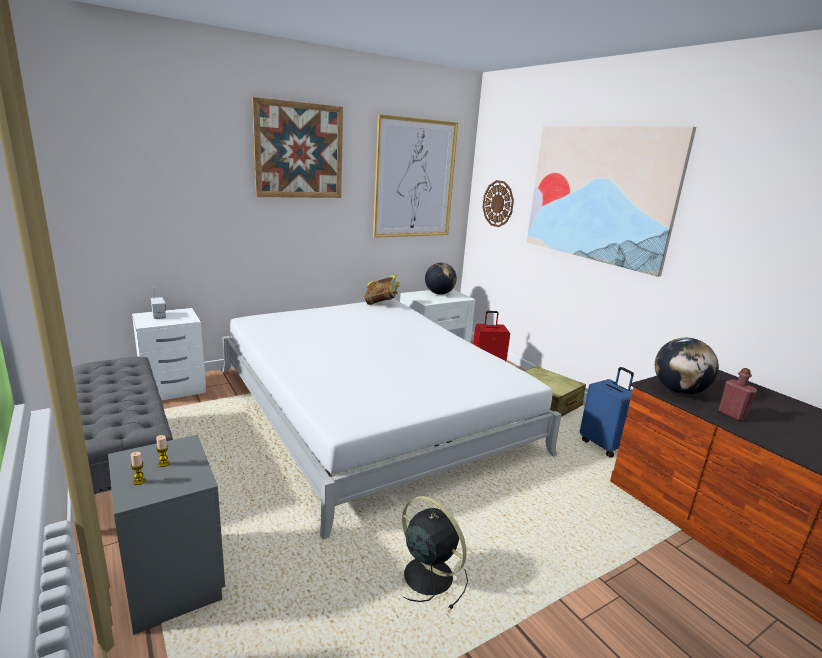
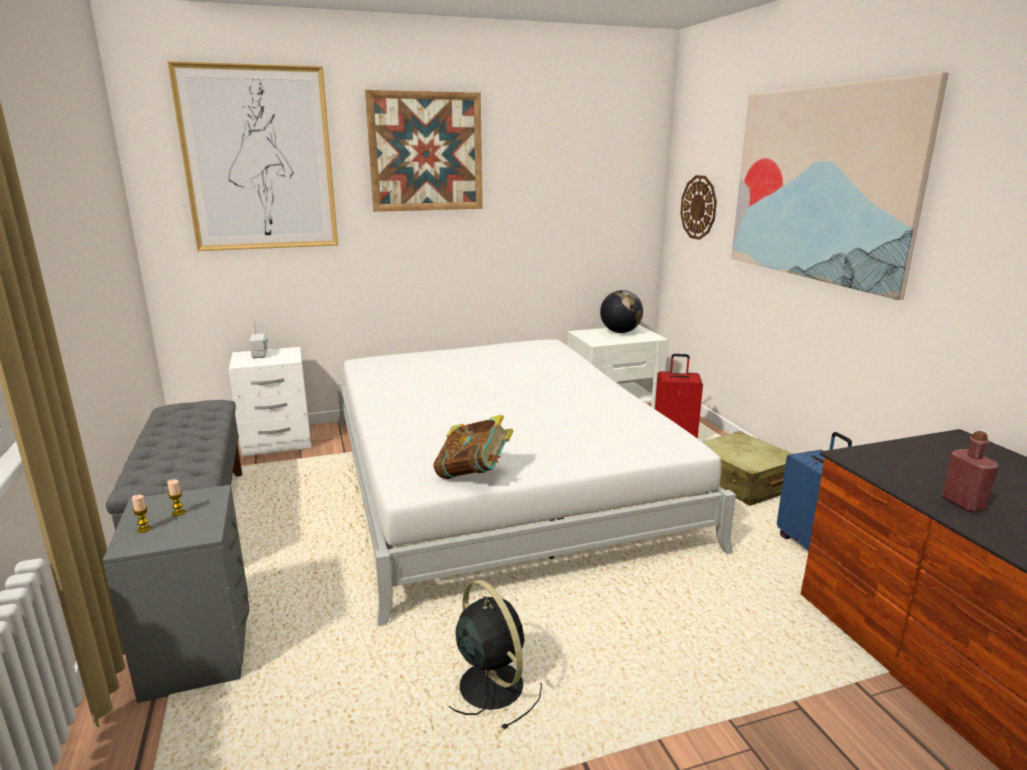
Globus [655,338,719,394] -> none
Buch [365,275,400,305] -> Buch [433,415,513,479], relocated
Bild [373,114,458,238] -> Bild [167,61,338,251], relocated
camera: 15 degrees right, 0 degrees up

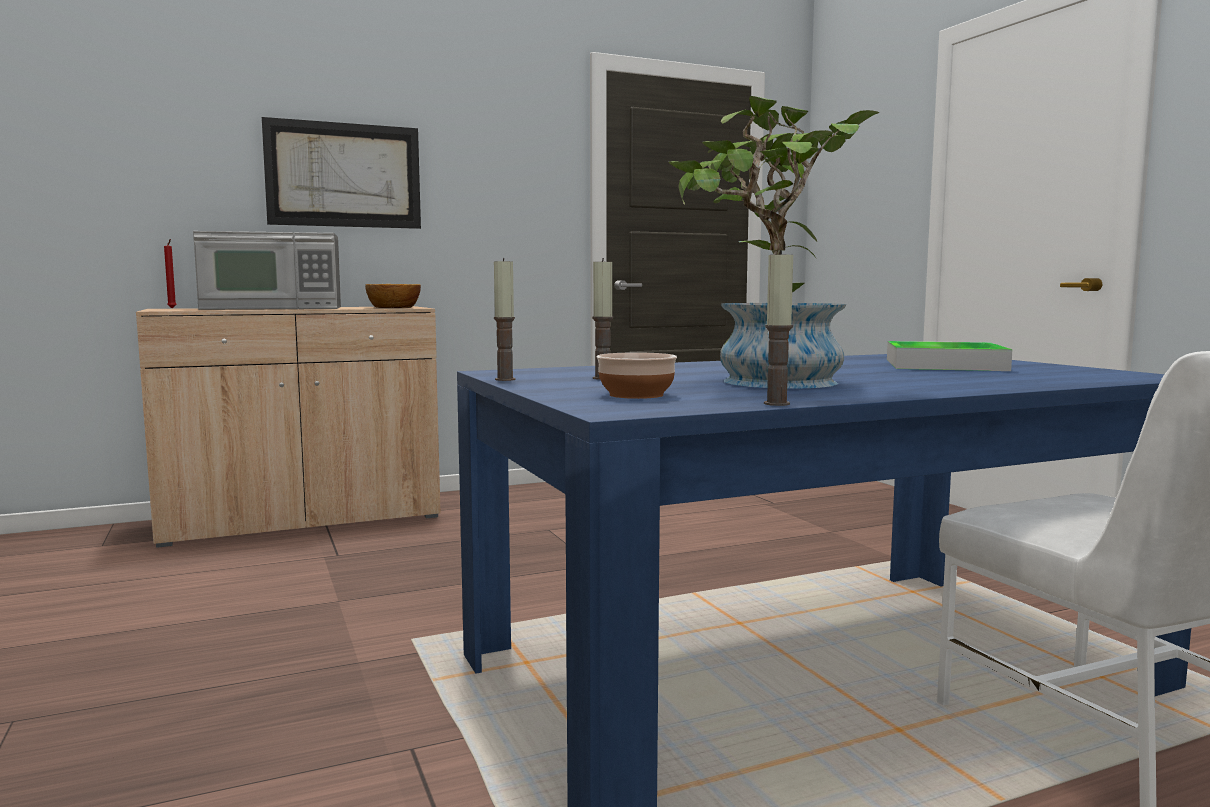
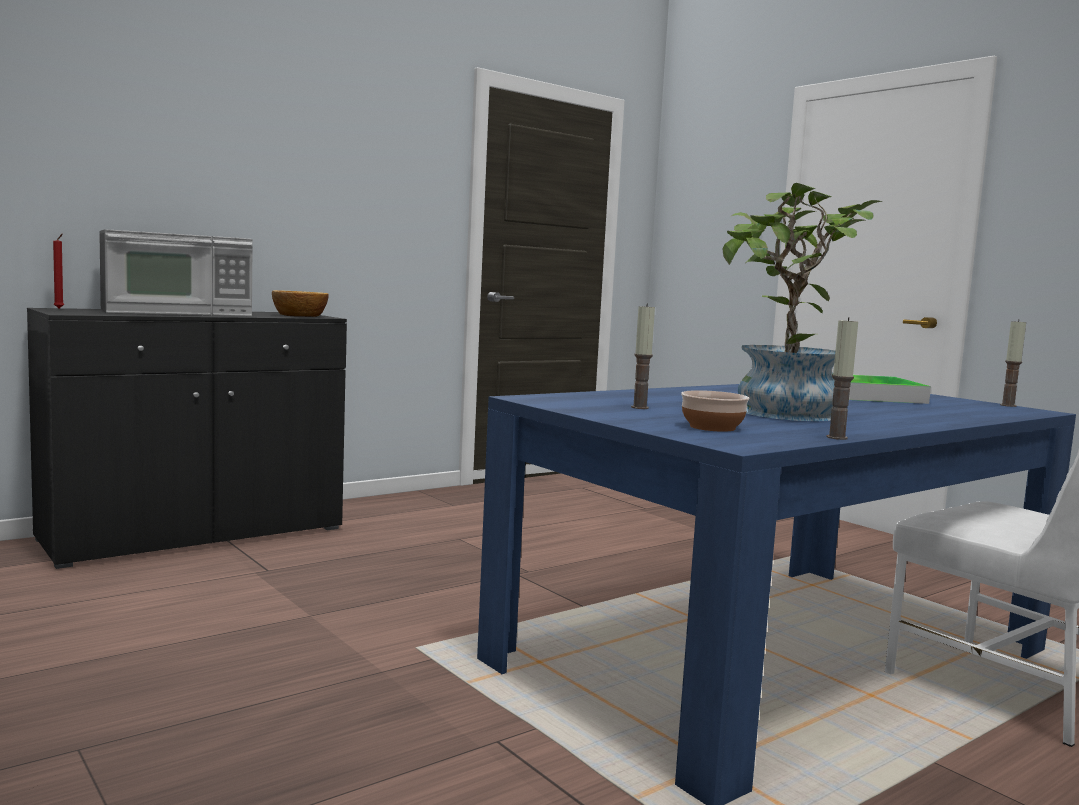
Bild [262,117,421,229] -> none
Kerze [494,258,515,381] -> Kerze [1000,319,1026,407], relocated
Schrank (beige) [136,306,441,548] -> Schrank (schwarz) [27,308,347,569]
camera: 15 degrees left, 0 degrees up

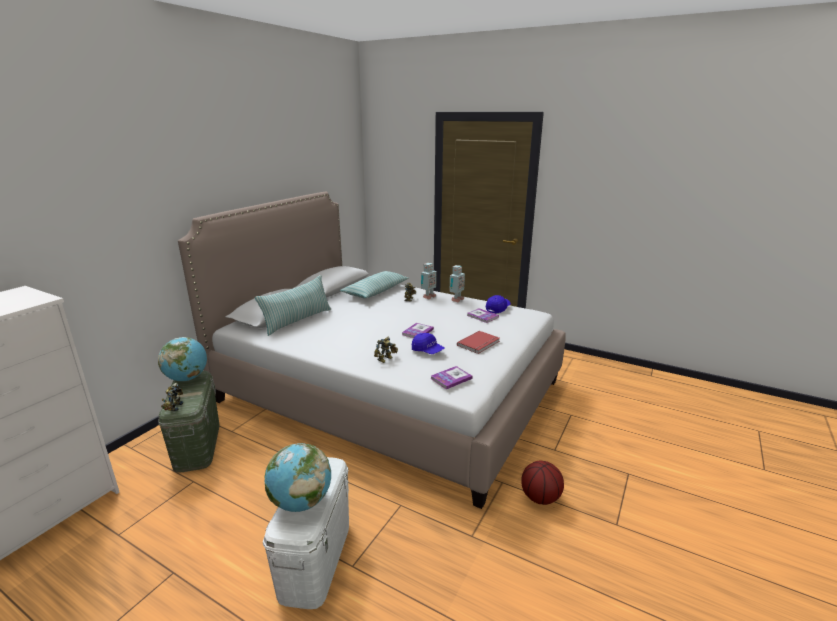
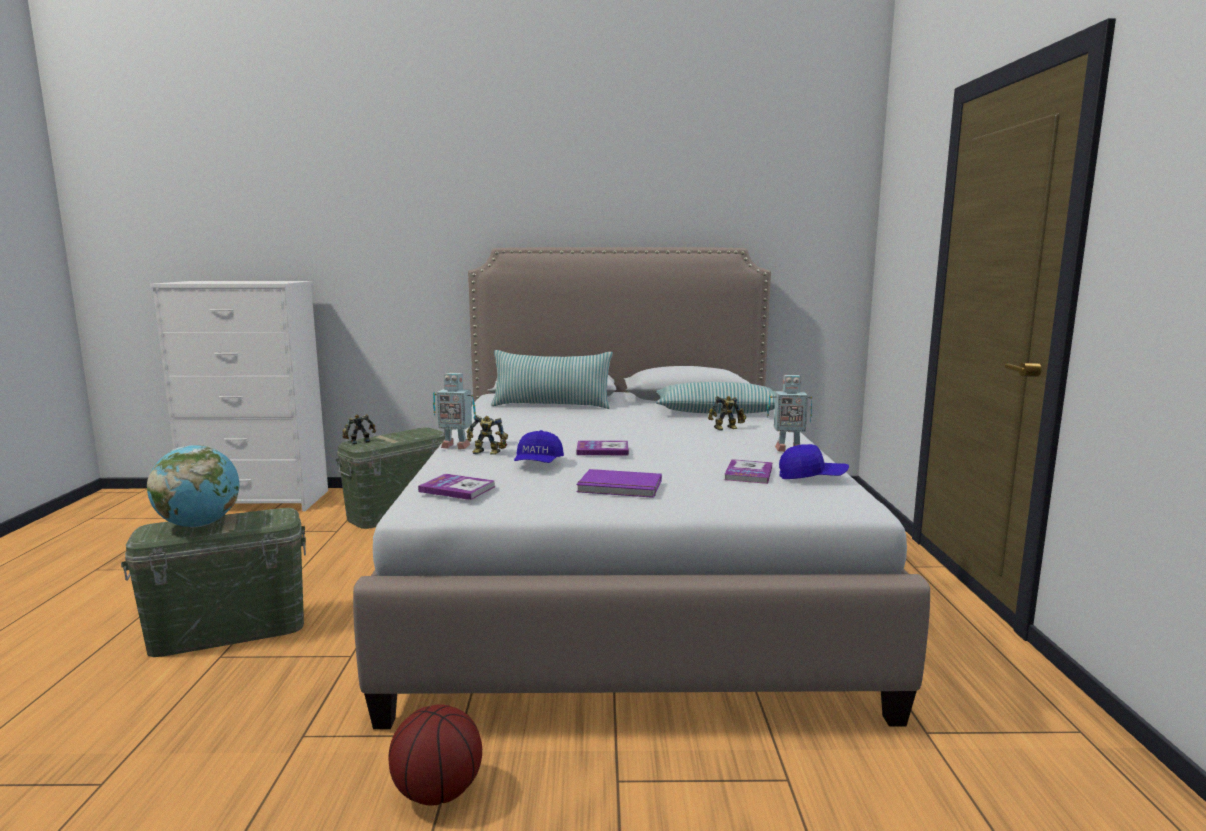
Globus [158,337,207,381] -> none
Spielzeugroboter [421,263,437,299] -> Spielzeugroboter [433,373,476,450], relocated
Aufbewahrungsbox (weiß) [263,457,349,609] -> Aufbewahrungsbox (grün) [121,508,306,657]
Buch (rot) [457,331,500,354] -> Buch (lila) [577,469,662,498]
camera: 60 degrees right, 10 degrees down

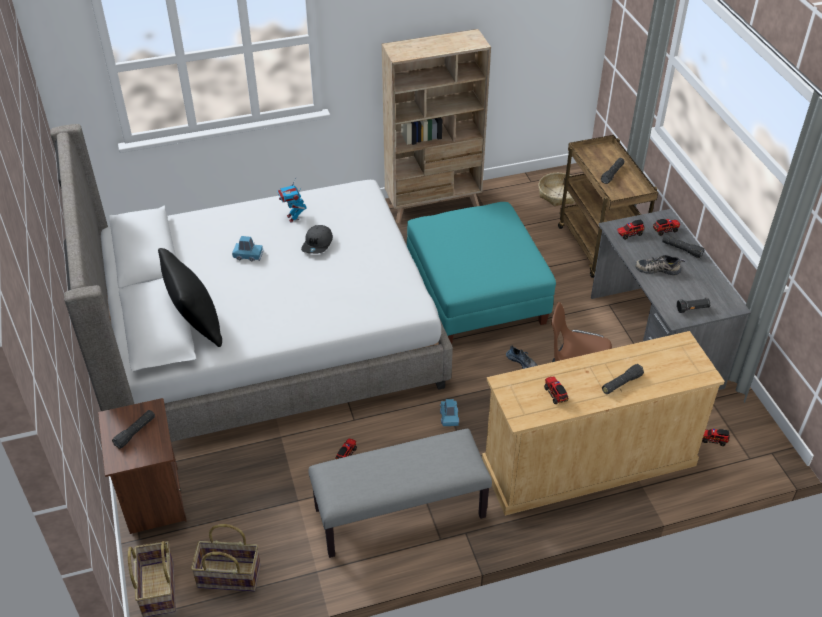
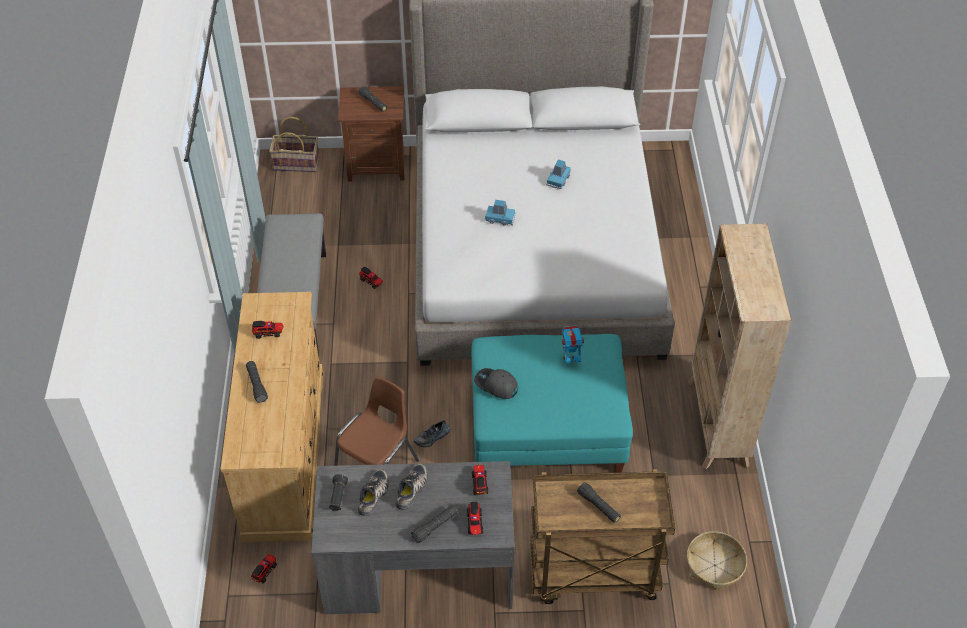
Kissen (schwarz) [158,248,222,347] -> none
Korb [191,524,261,592] -> none
none -> Schuh [358,469,389,516]
Spielzeugroboter [277,182,307,223] -> Spielzeugroboter [562,325,585,366], relocated
Kappe (grau) [301,225,333,254] -> Kappe (grau) [474,368,518,399], relocated
Spielzeugauto (blau) [440,399,459,426] -> Spielzeugauto (blau) [485,200,516,226], relocated
camera: 105 degrees right, 5 degrees up

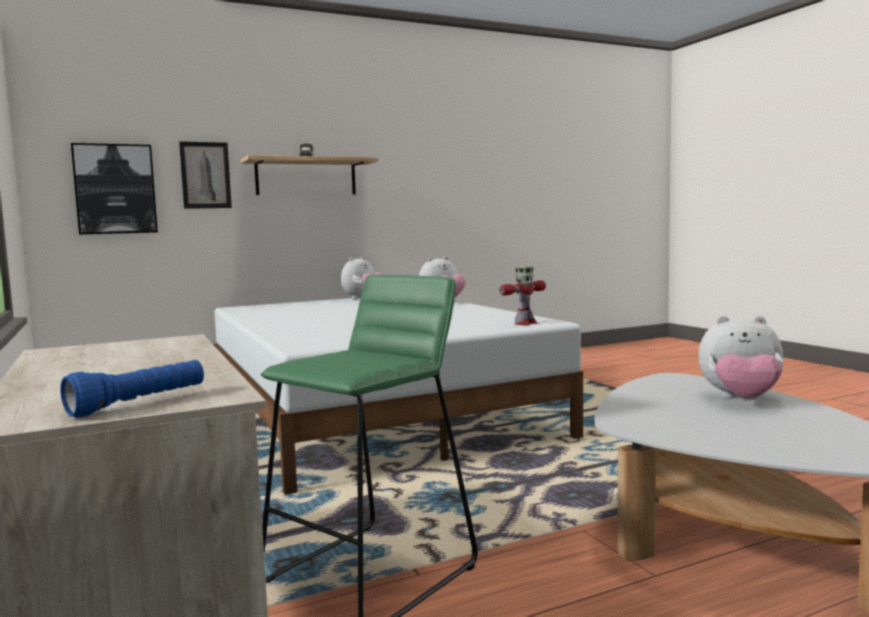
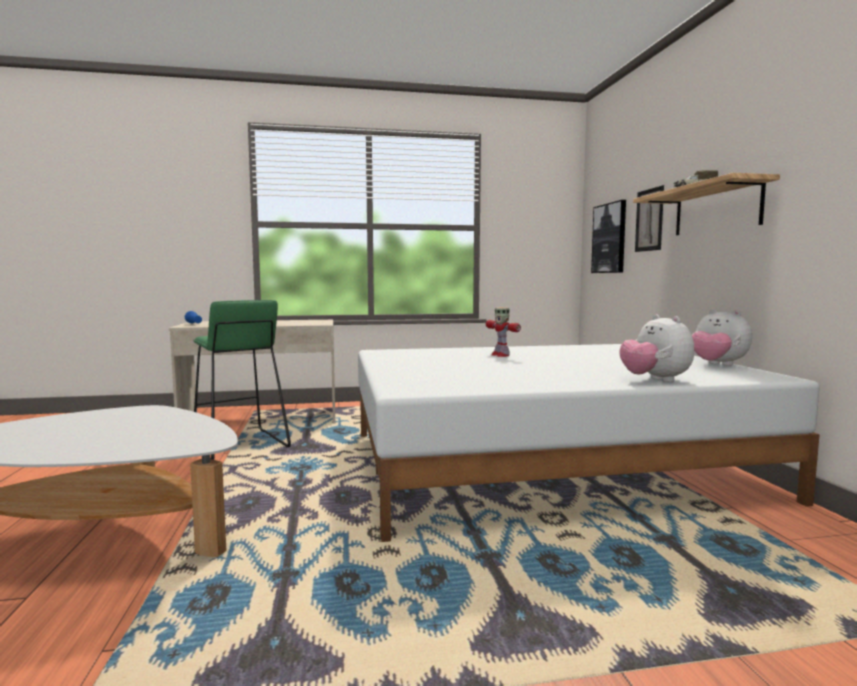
Plüschtier [698,316,784,399] -> none
Spielzeugroboter [499,265,546,325] -> Spielzeugroboter [486,307,521,357], relocated
camera: 105 degrees right, 0 degrees up

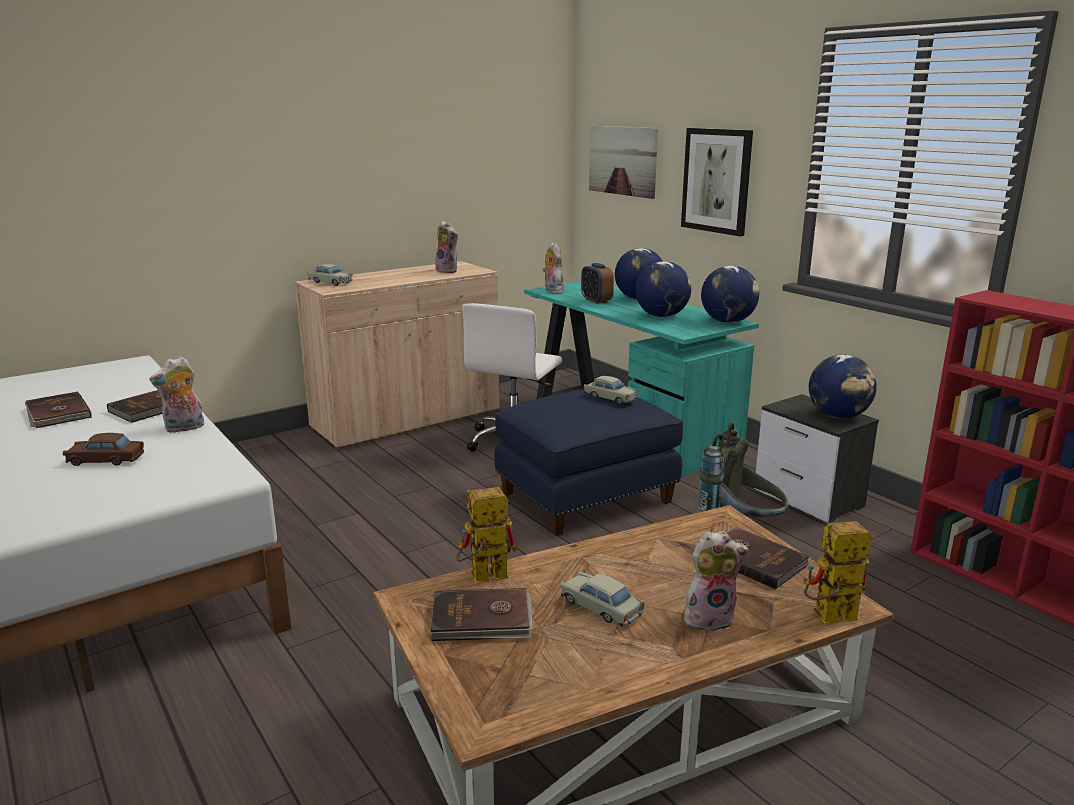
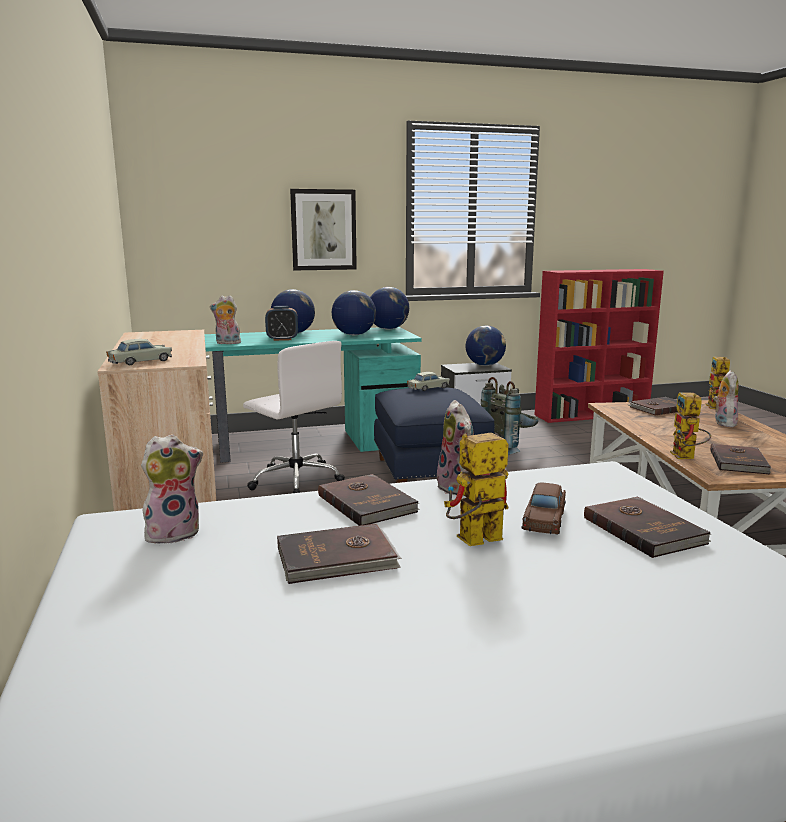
Spielzeugauto (beige) [560,571,644,627] -> none
Bild [589,125,658,199] -> none
none -> Spielzeugroboter [444,433,508,546]
none -> Buch (braun) [584,497,711,558]
Plüschtier [435,220,458,273] -> Plüschtier [141,434,203,544], relocated
camera: 70 degrees left, 5 degrees down

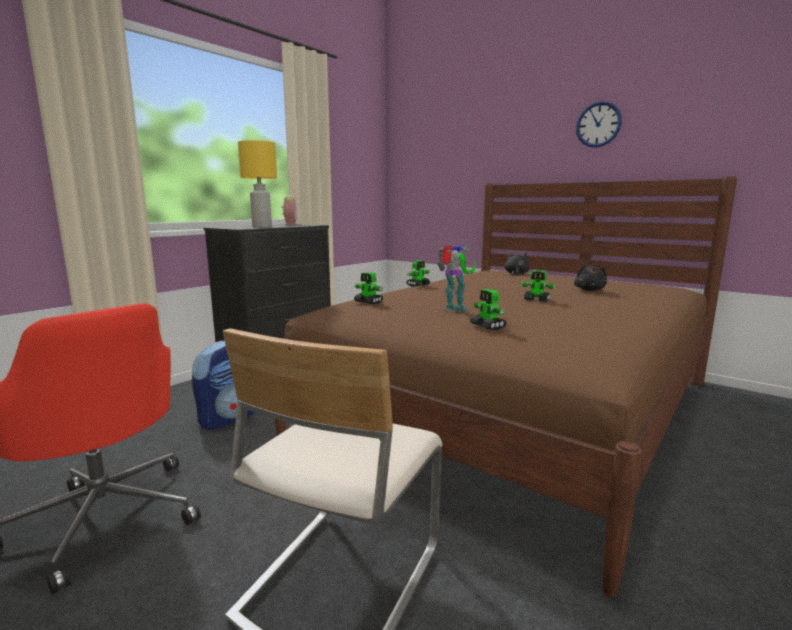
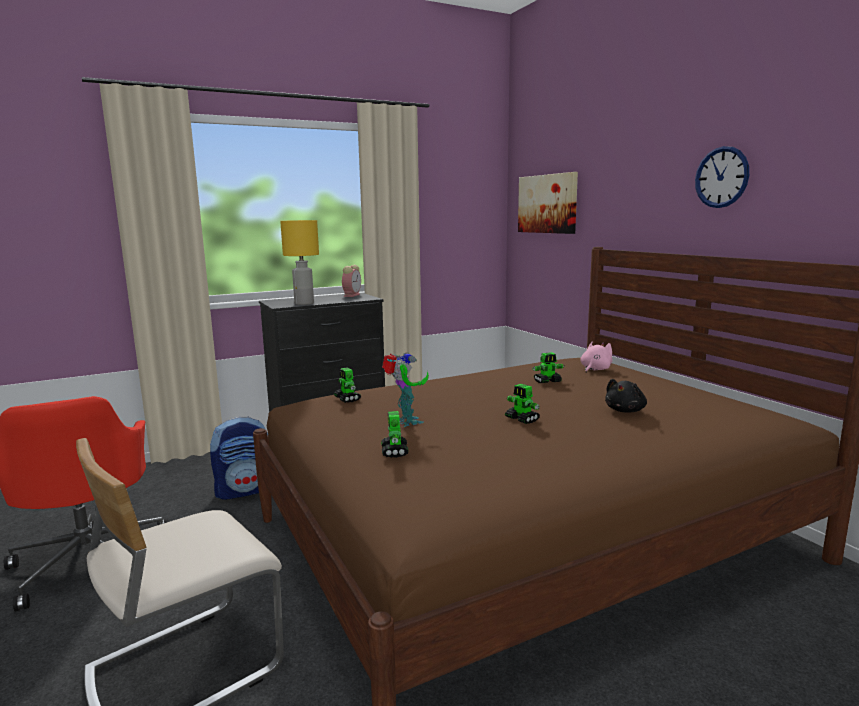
none -> Bild [518,172,578,234]
Spielzeugroboter [407,260,430,287] -> Spielzeugroboter [532,352,565,383], relocated
Plüschtier (schwarz) [505,253,530,275] -> Plüschtier (rosa) [580,341,612,372]
camera: 25 degrees right, 0 degrees up

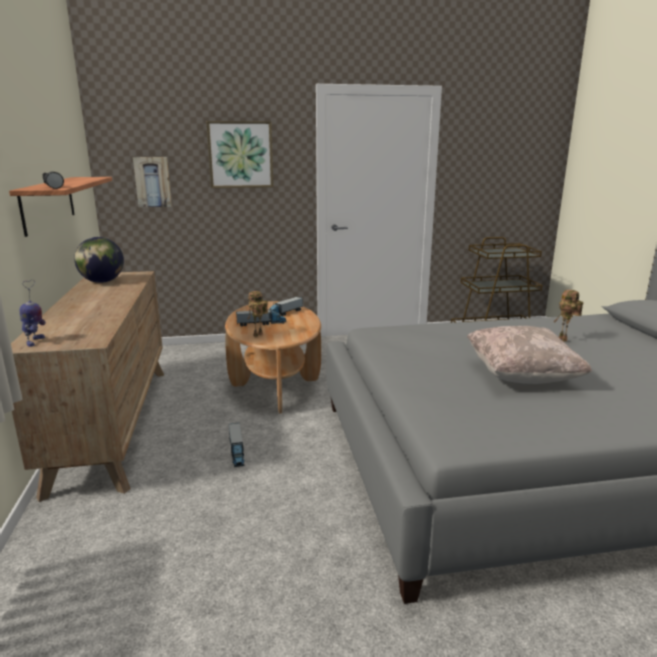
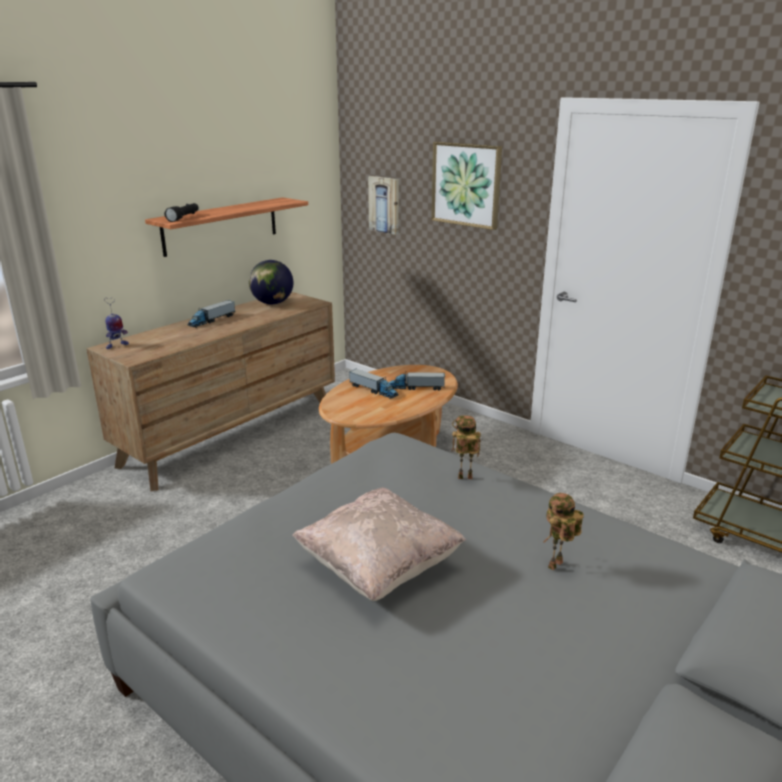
Spielzeuglaster [229,423,245,467] -> Spielzeuglaster [187,300,235,328], relocated
Spielzeugroboter [247,291,268,337] -> Spielzeugroboter [452,416,481,479], relocated
camera: 50 degrees right, 5 degrees up

